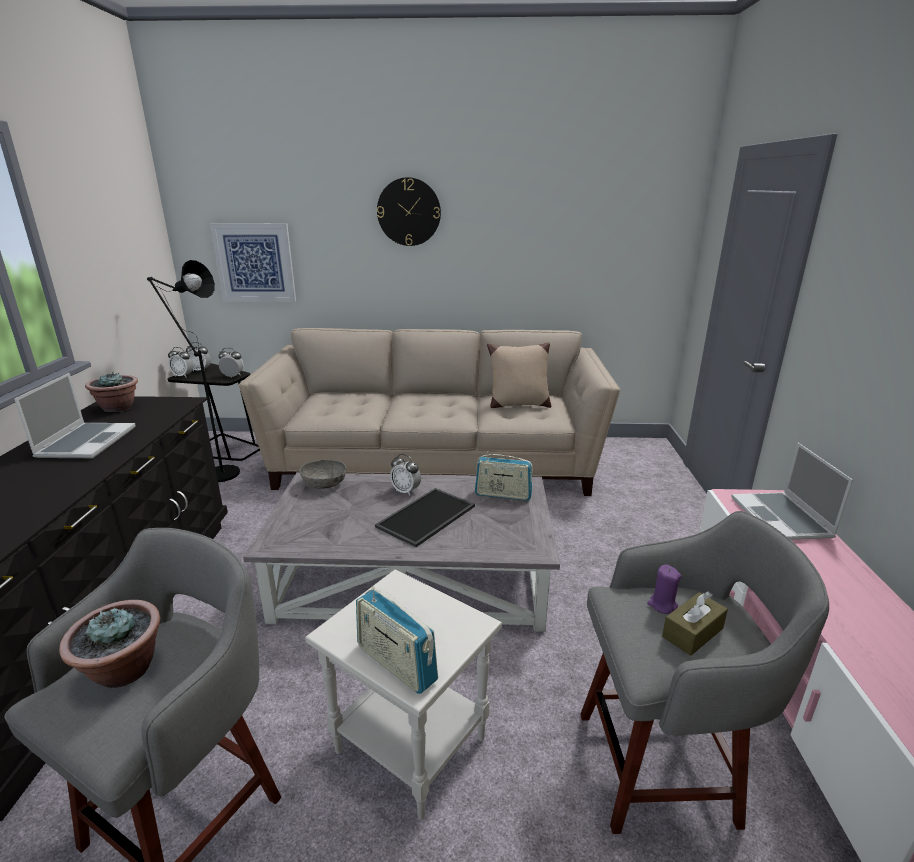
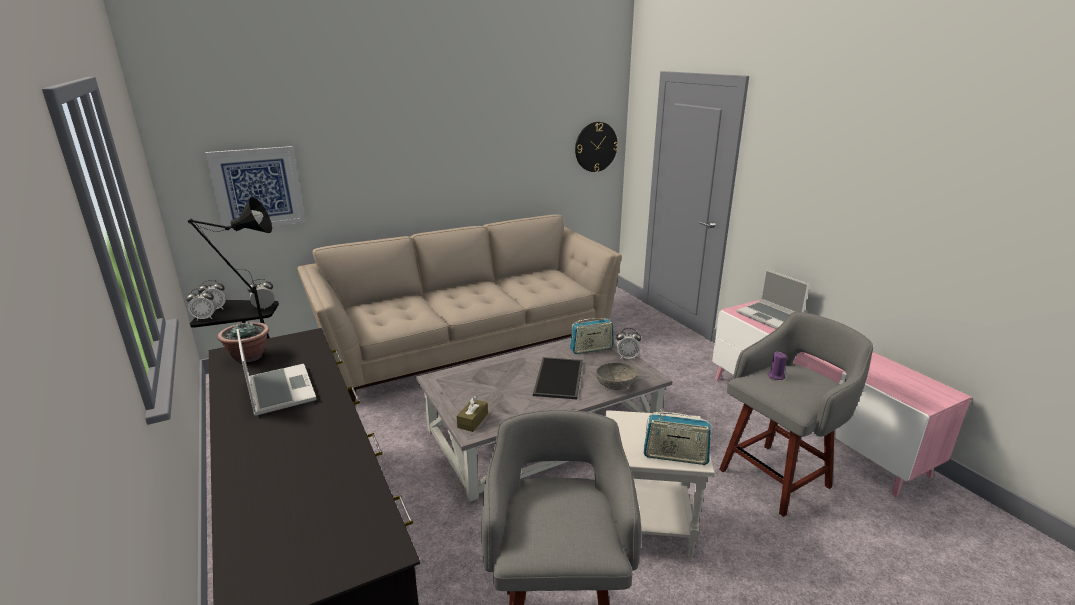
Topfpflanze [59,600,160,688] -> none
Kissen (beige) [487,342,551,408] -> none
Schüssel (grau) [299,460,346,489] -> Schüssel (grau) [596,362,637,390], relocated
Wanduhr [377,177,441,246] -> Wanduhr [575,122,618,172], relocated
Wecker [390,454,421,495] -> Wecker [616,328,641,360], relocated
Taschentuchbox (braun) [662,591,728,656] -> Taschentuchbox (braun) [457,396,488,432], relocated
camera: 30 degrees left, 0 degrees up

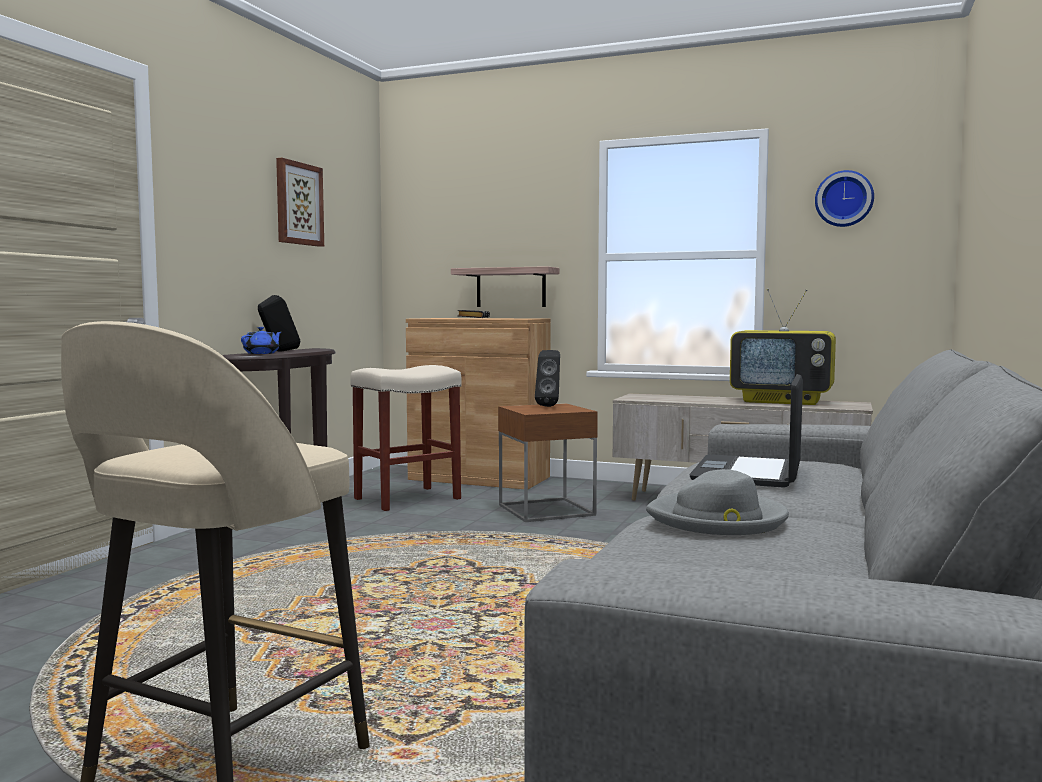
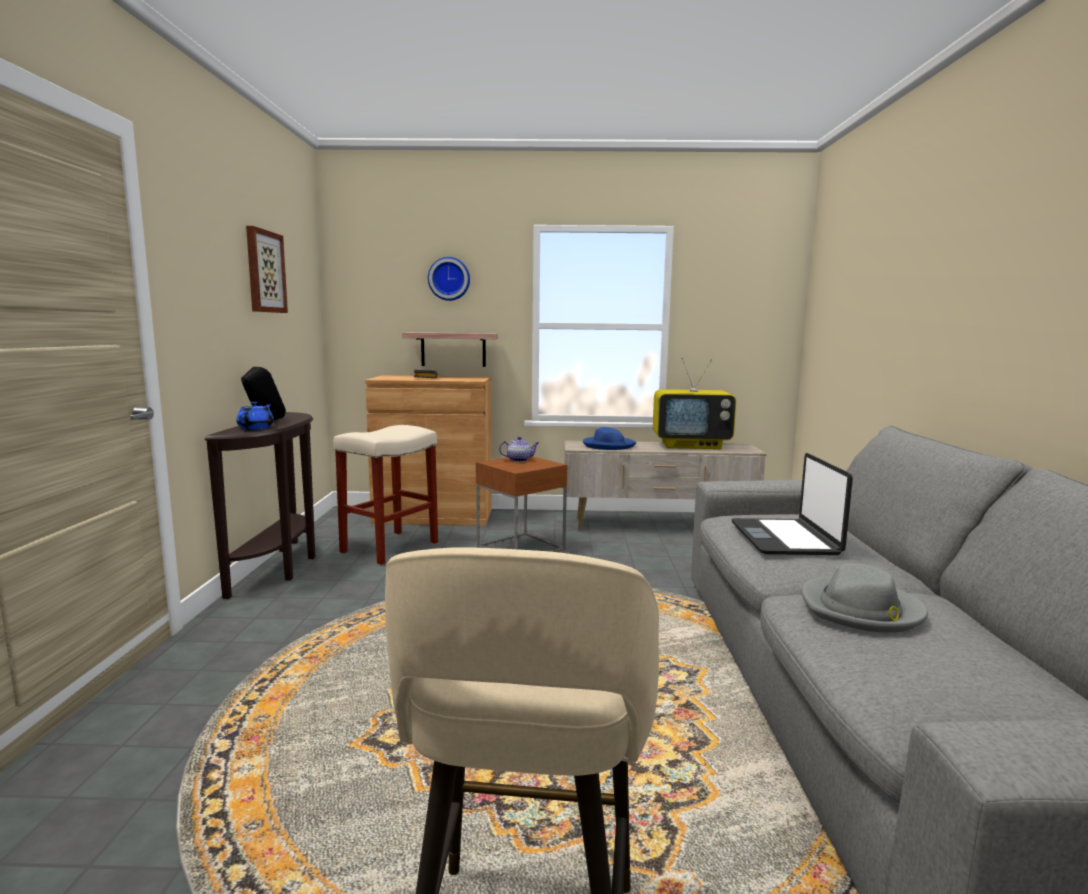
none -> Hut (blau) [583,427,636,450]
Wanduhr [815,170,874,227] -> Wanduhr [428,257,470,301], relocated
Lautsprecher (schwarz) [535,350,560,407] -> Teekanne [499,437,539,462]
camera: 20 degrees left, 5 degrees up

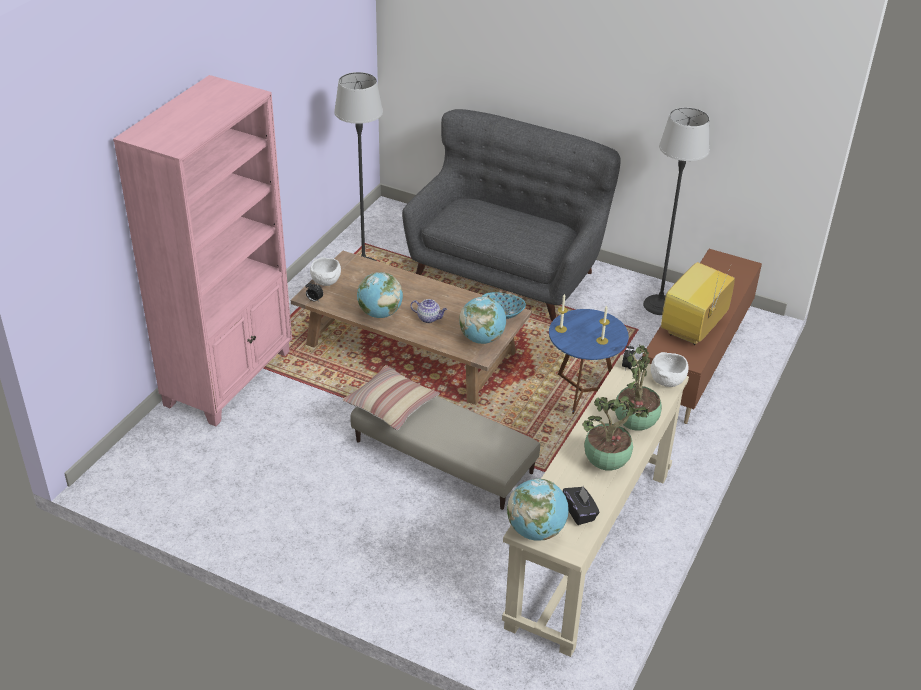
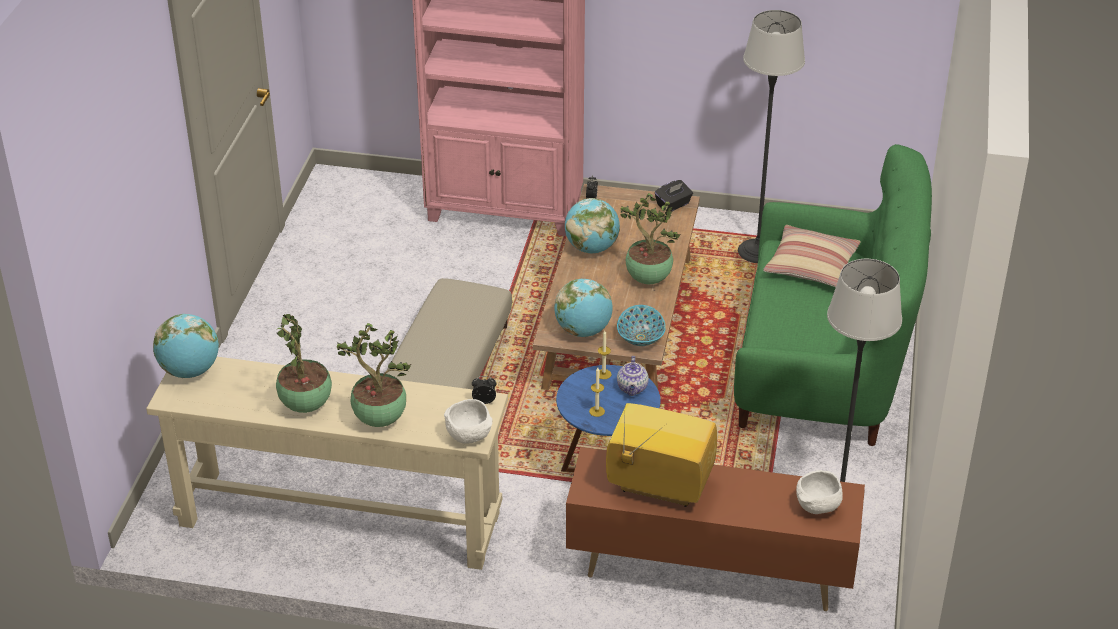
none -> Topfpflanze [620,193,681,284]
Schüssel (weiß) [310,257,341,286] -> Schüssel (weiß) [796,470,843,514], relocated
Kissen [342,365,440,430] -> Kissen [763,225,861,287], relocated
Teekanne [410,299,447,323] -> Teekanne [617,356,649,396], relocated
Taschentuchbox (schwarz) [563,486,600,525] -> Taschentuchbox (schwarz) [655,180,693,212], relocated
Sofa (grau) [402,109,621,321] -> Sofa (grün) [734,144,932,446]
camera: 75 degrees right, 0 degrees up

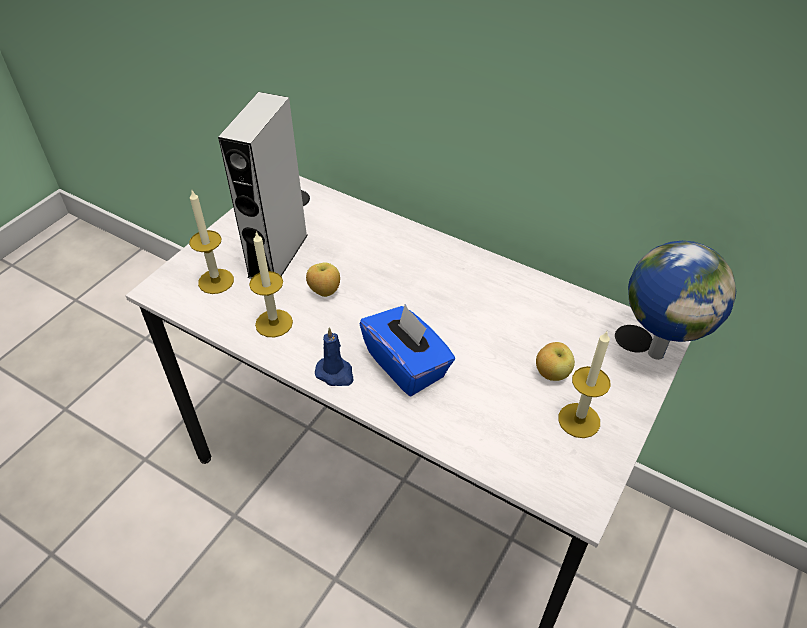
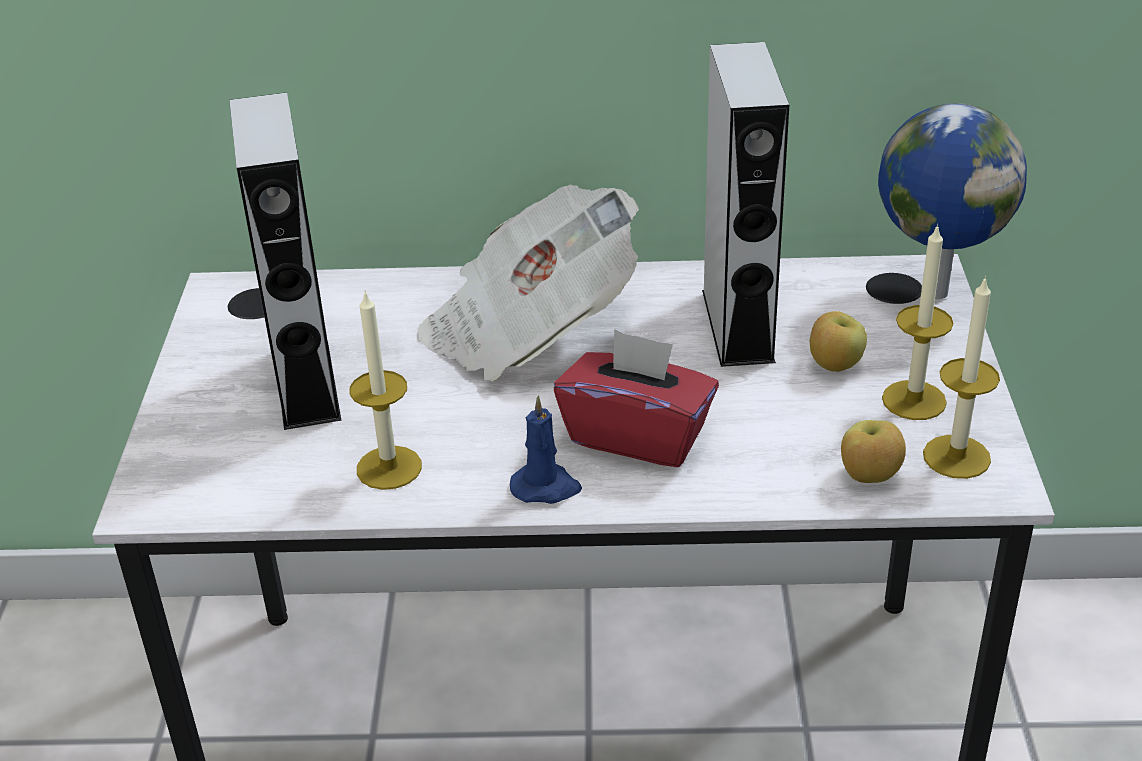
none -> Zeitung [417,184,639,381]
none -> Lautsprecher (grau) [702,42,789,367]
Kerze [189,191,234,294] -> Kerze [923,276,1000,479], relocated
Apfel [306,262,340,297] -> Apfel [841,420,906,483], relocated
Taschentuchbox (blau) [360,304,455,396] -> Taschentuchbox (rot) [554,329,719,467]
camera: 30 degrees left, 10 degrees down

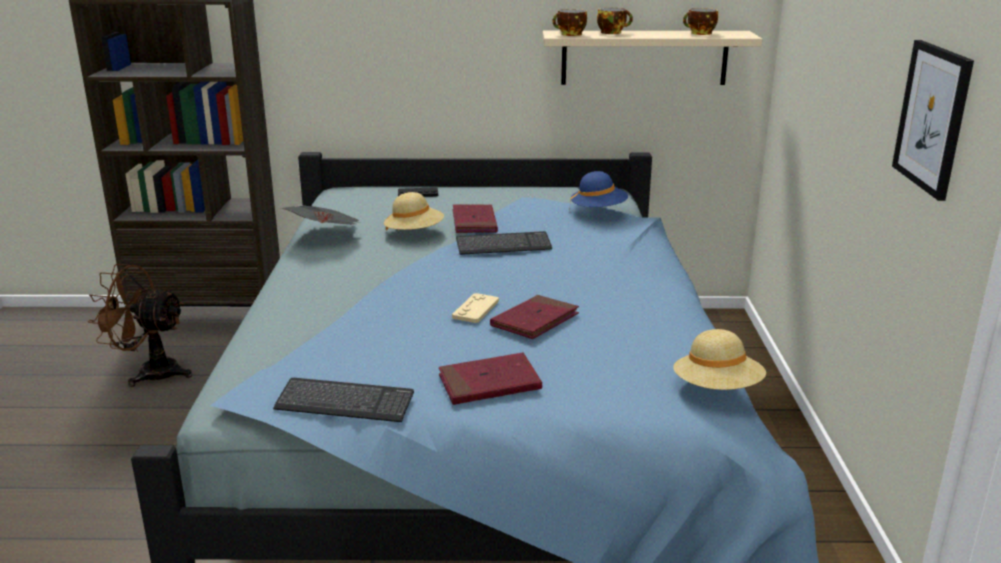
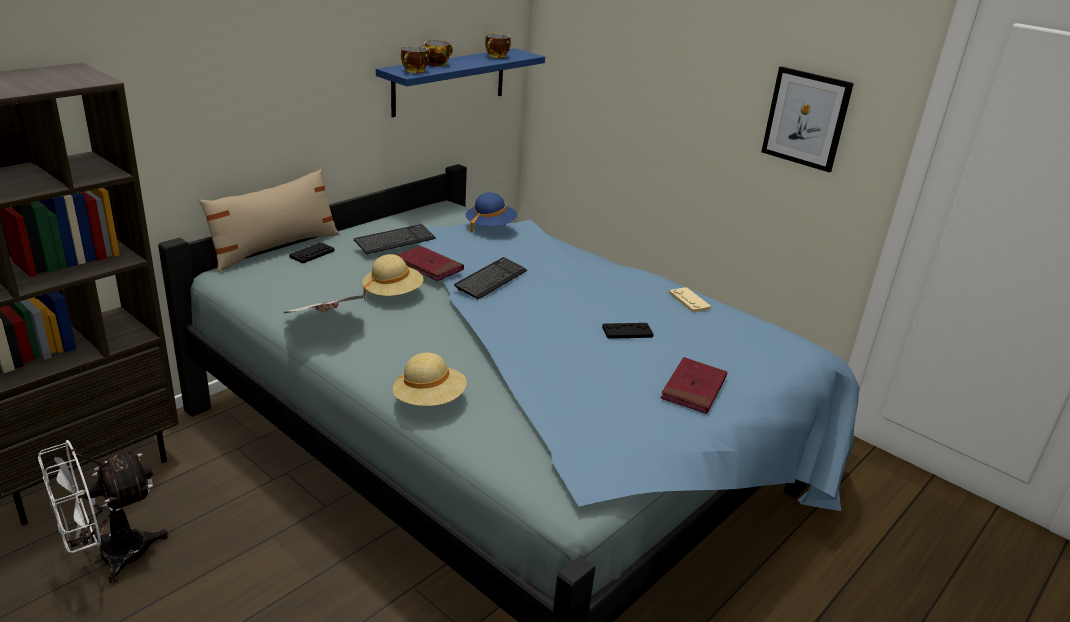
none -> Kissen (beige) [199,169,340,272]
Tastatur [273,378,414,422] -> Tastatur [354,224,436,254], relocated
Gamepad (beige) [452,293,499,323] -> Gamepad (beige) [669,287,711,312], relocated
Hut (beige) [674,329,766,390] -> Hut (beige) [393,352,467,406], relocated
Buch (rot) [490,295,579,339] -> Gamepad (schwarz) [602,323,653,339]
Ventilator (braun) [88,264,192,387] -> Ventilator (weiß) [38,440,168,583]
Wandregal (beige) [542,31,762,85] -> Wandregal (blau) [376,48,545,117]
camera: 50 degrees left, 5 degrees up

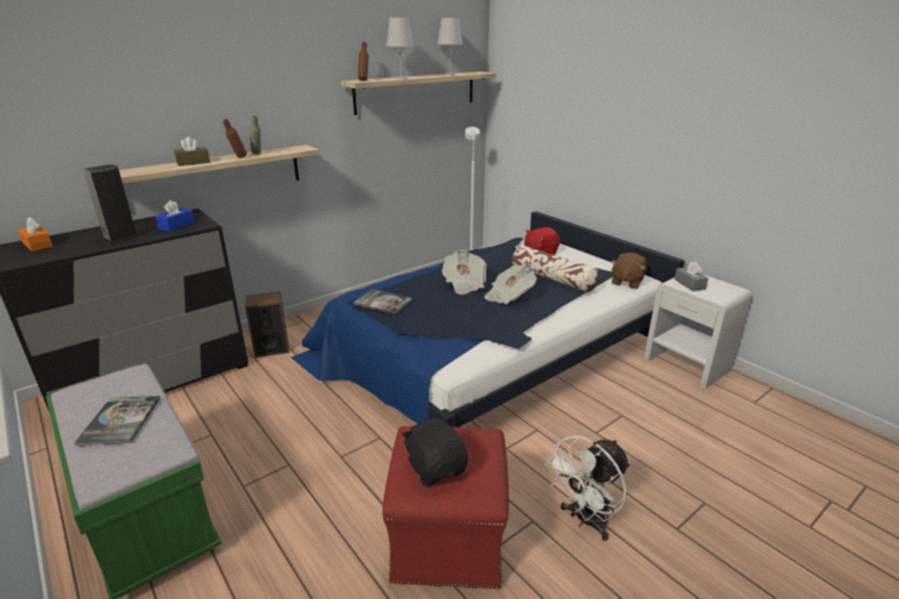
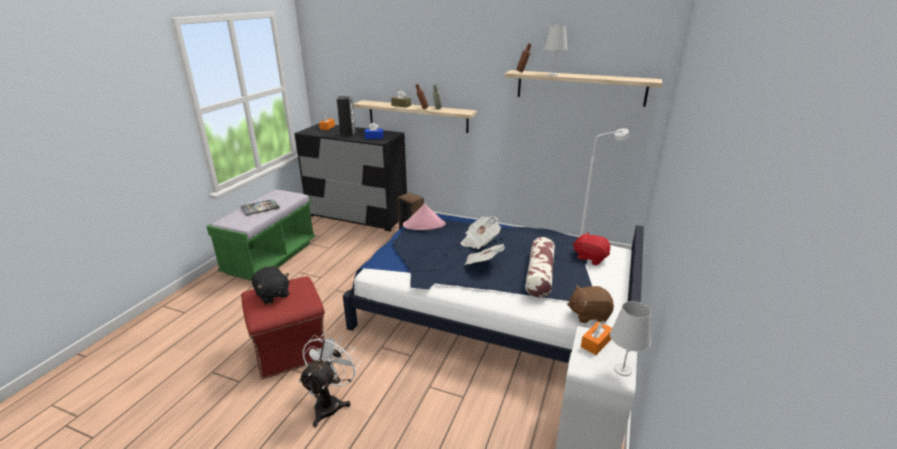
Tischlampe (weiß) [437,18,463,75] -> Tischlampe (weiß) [610,301,651,376], relocated
Buch [353,289,412,315] -> Hut (rosa) [403,203,446,230]
Taschentuchbox (grau) [674,262,708,291] -> Taschentuchbox (orange) [581,321,612,355]
Plüschtier (schwarz) [401,417,468,486] -> Plüschtier (schwarz) [252,266,290,304], 105 degrees clockwise
Ventilator (weiß) [545,435,630,541] -> Ventilator (weiß) [299,331,361,427], 90 degrees clockwise
camera: 60 degrees right, 0 degrees up

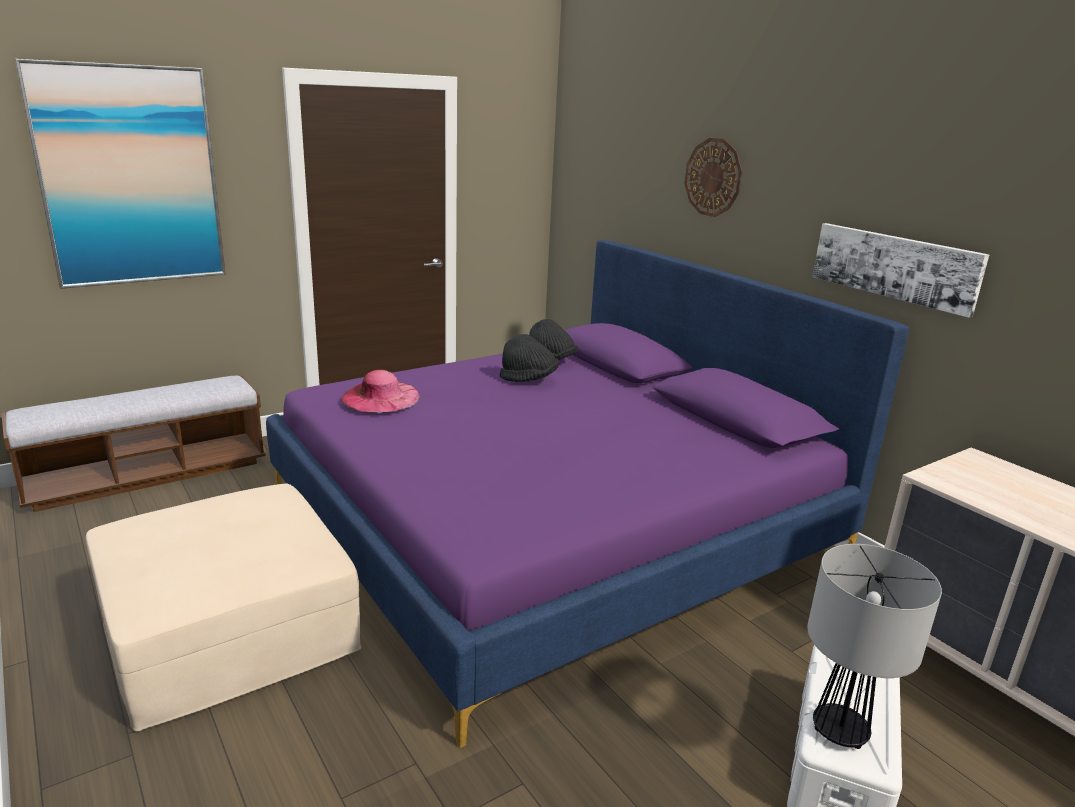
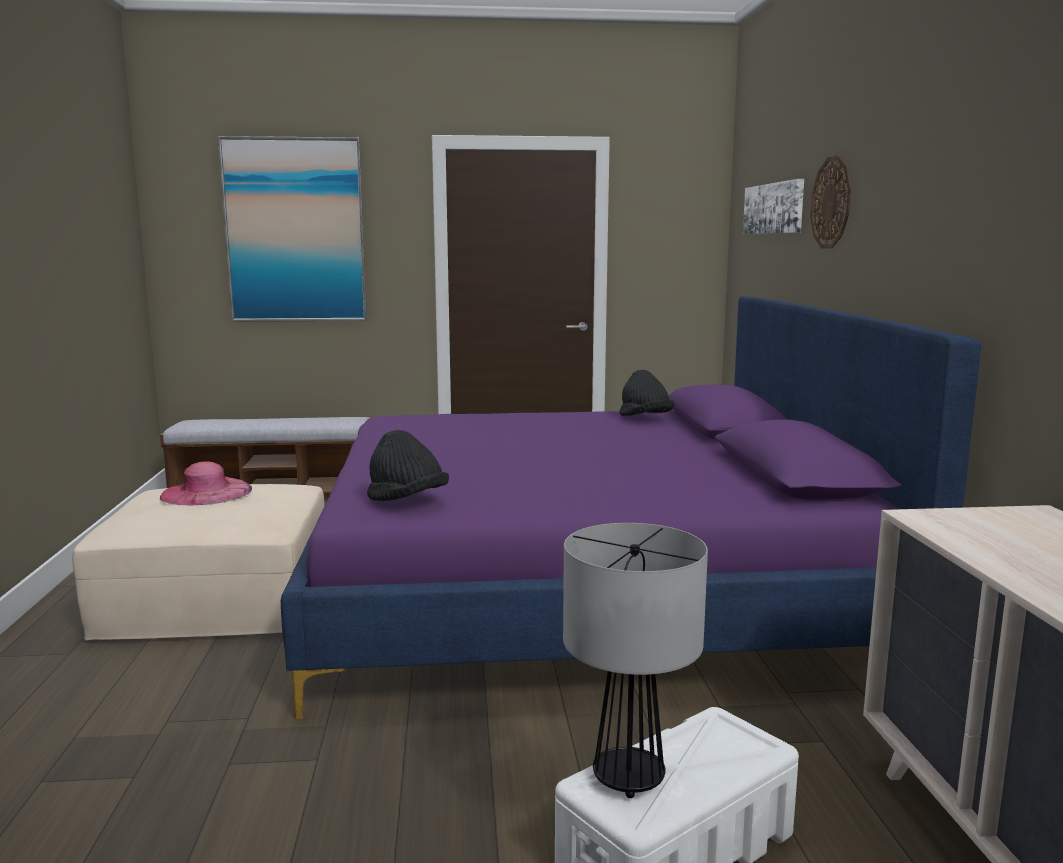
Hut (rosa) [341,370,420,413] -> Hut (rosa) [160,461,252,505], relocated
Hut (schwarz) [500,334,559,382] -> Hut (schwarz) [367,430,449,501], relocated
Bild [813,223,989,318] -> Bild [743,179,804,234], relocated
camera: 30 degrees right, 10 degrees down

